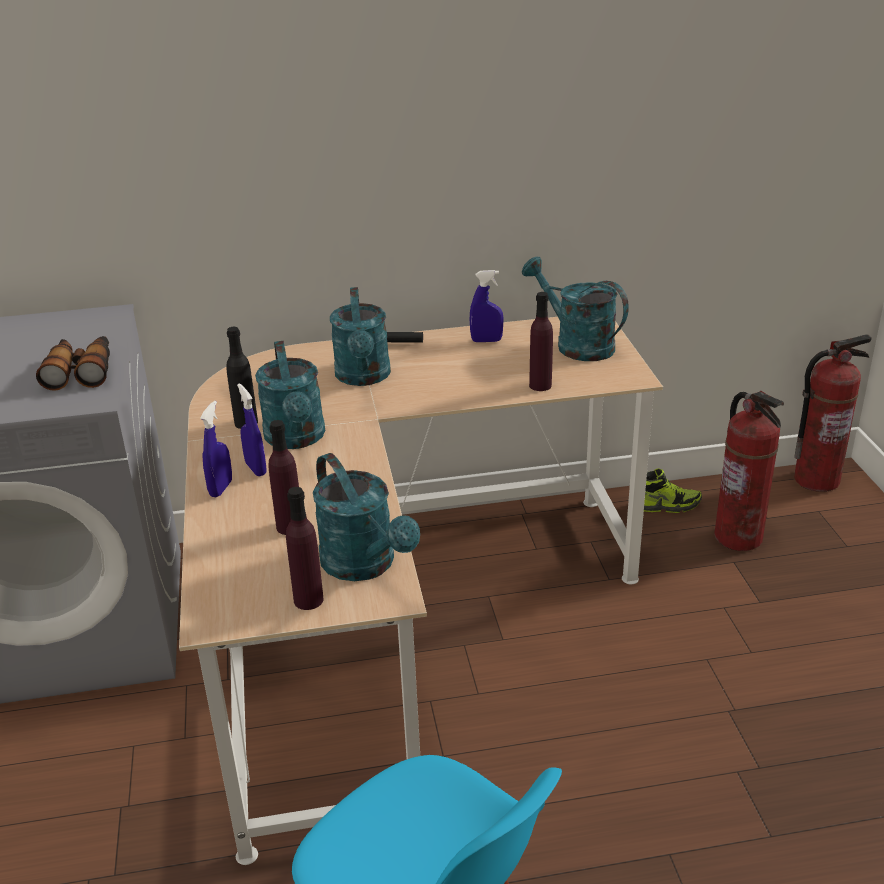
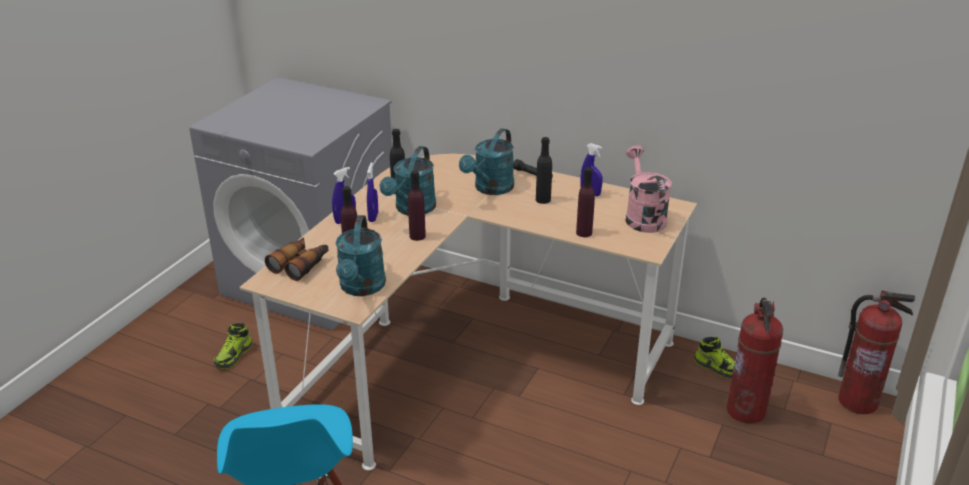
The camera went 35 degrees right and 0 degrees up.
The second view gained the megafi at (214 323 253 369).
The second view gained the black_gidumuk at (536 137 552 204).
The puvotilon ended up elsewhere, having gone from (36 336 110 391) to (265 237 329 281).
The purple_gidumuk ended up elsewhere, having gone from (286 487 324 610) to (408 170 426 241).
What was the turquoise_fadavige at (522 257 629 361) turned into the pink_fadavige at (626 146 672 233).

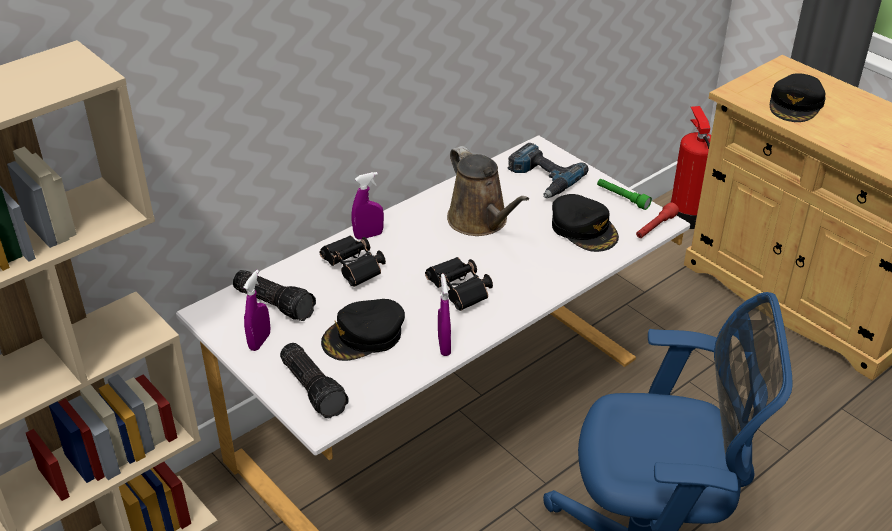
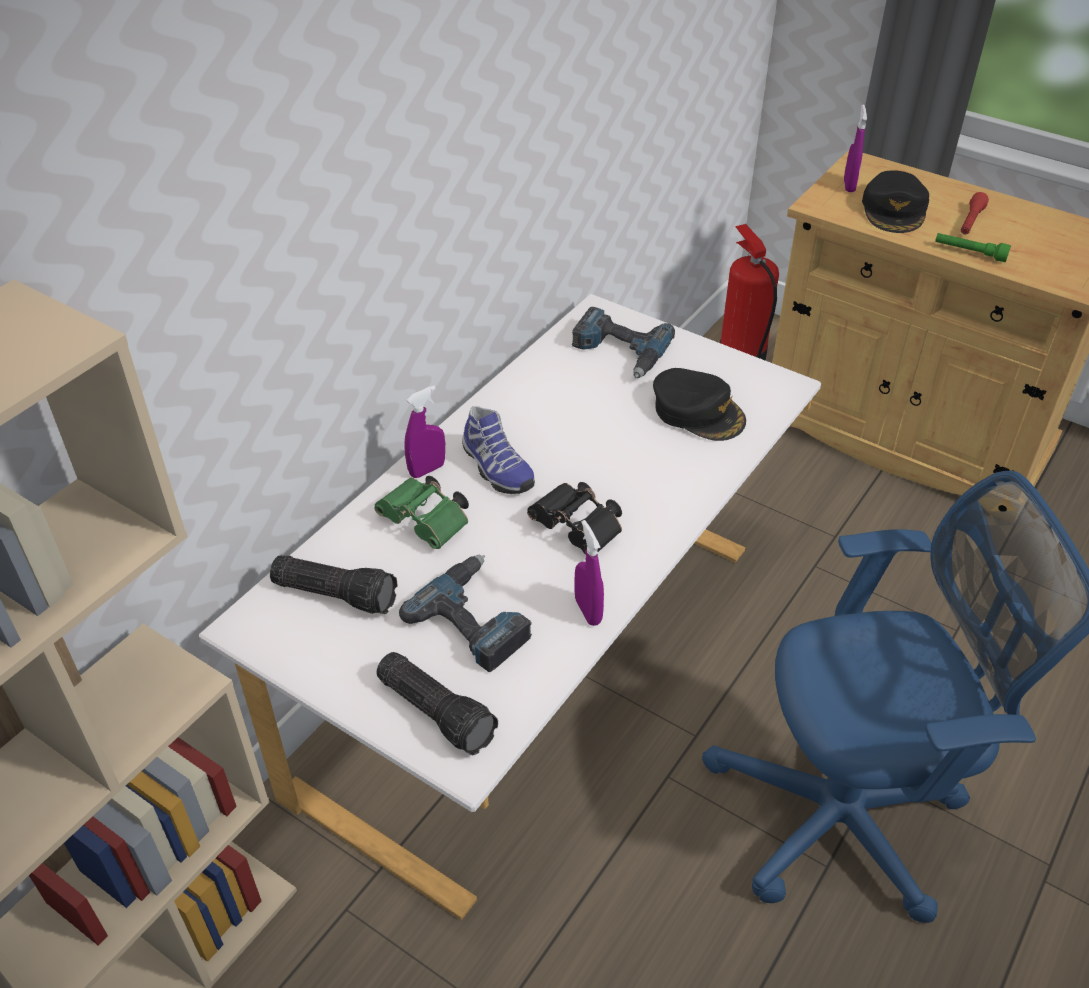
The camera went 15 degrees left and 5 degrees up.
The second view lost the brown_fadavige at (447 146 529 236).
The second view gained the megafi at (462 406 535 494).
The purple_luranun ended up elsewhere, having gone from (243 270 270 351) to (844 104 867 192).
The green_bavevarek ended up elsewhere, having gone from (597 179 652 210) to (935 233 1011 262).
The red_bavevarek ended up elsewhere, having gone from (636 202 679 238) to (961 192 989 235).
Where the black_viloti stood at (321 299 405 361), the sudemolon came to stand at (399 555 532 672).
What was the black_puvotilon at (319 236 386 287) turned into the green_puvotilon at (374 476 469 549).

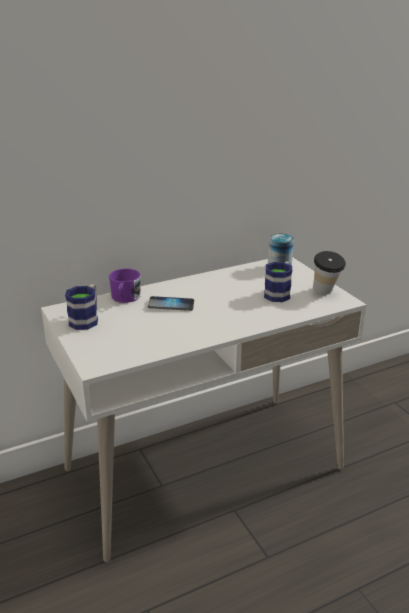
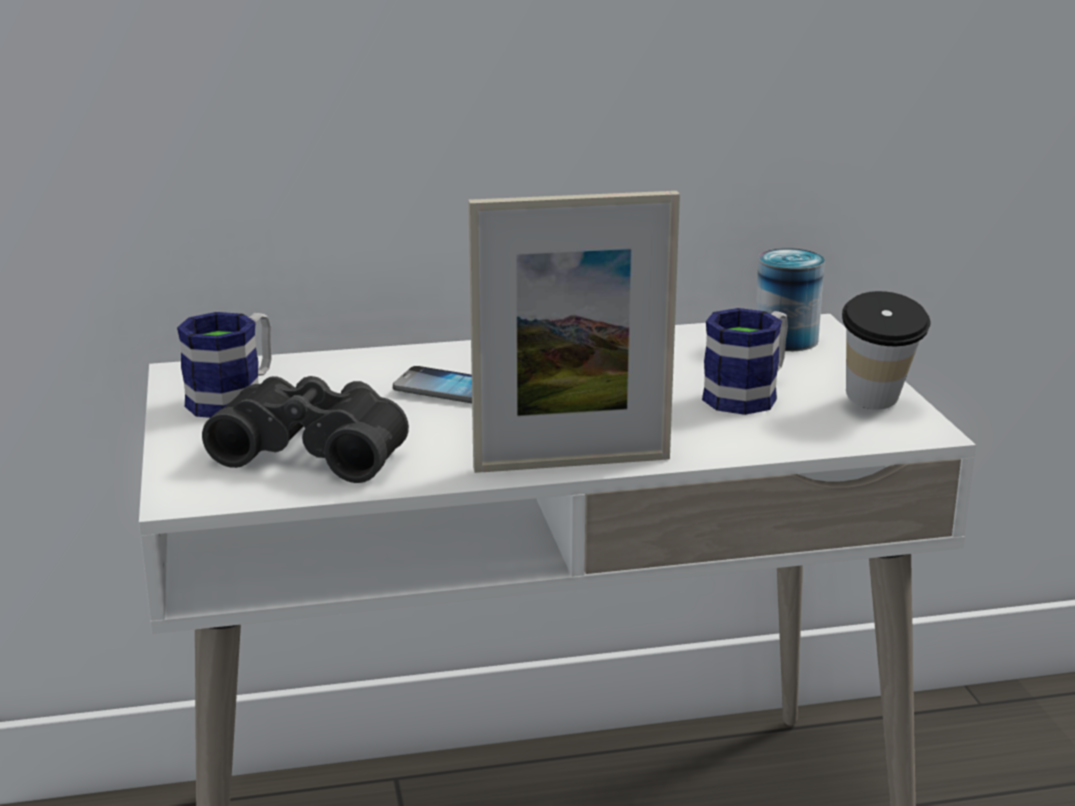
The camera went 15 degrees right and 5 degrees down.
The second view lost the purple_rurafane at (109 269 141 303).
The second view gained the black_puvotilon at (202 376 409 483).
The second view gained the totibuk at (468 191 680 473).

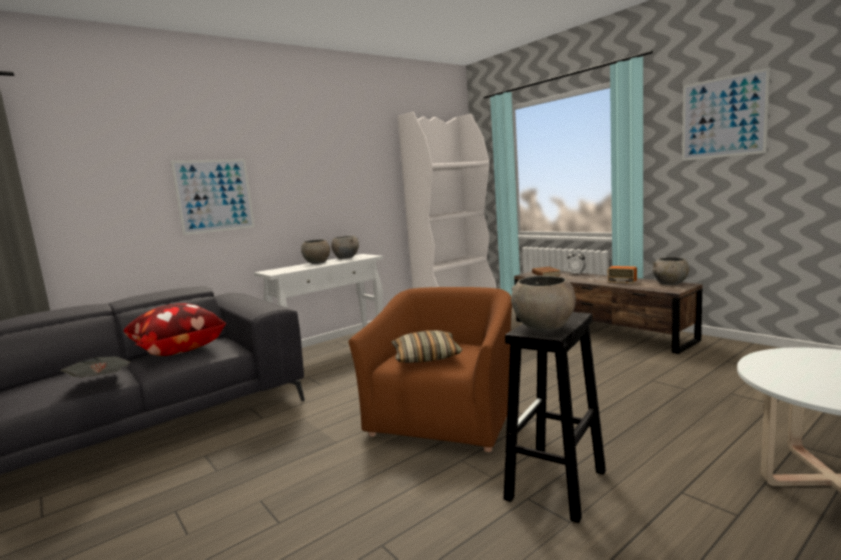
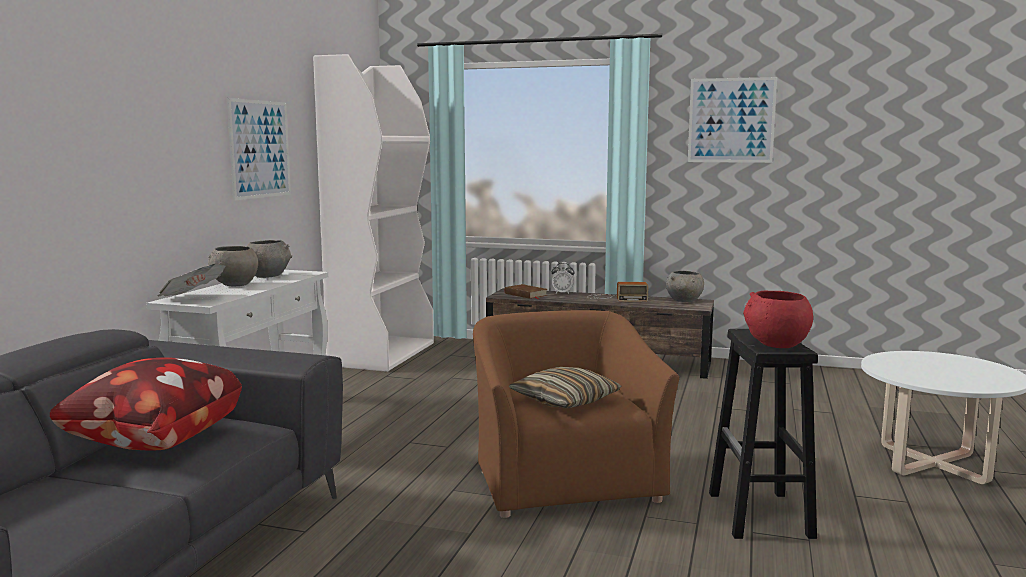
The camera went 35 degrees left and 0 degrees up.
The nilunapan ended up elsewhere, having gone from (60 356 131 378) to (157 263 226 296).
The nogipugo ended up elsewhere, having gone from (171 159 255 235) to (227 98 291 201).
What was the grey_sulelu at (511 276 576 332) turned into the red_sulelu at (743 291 813 348).

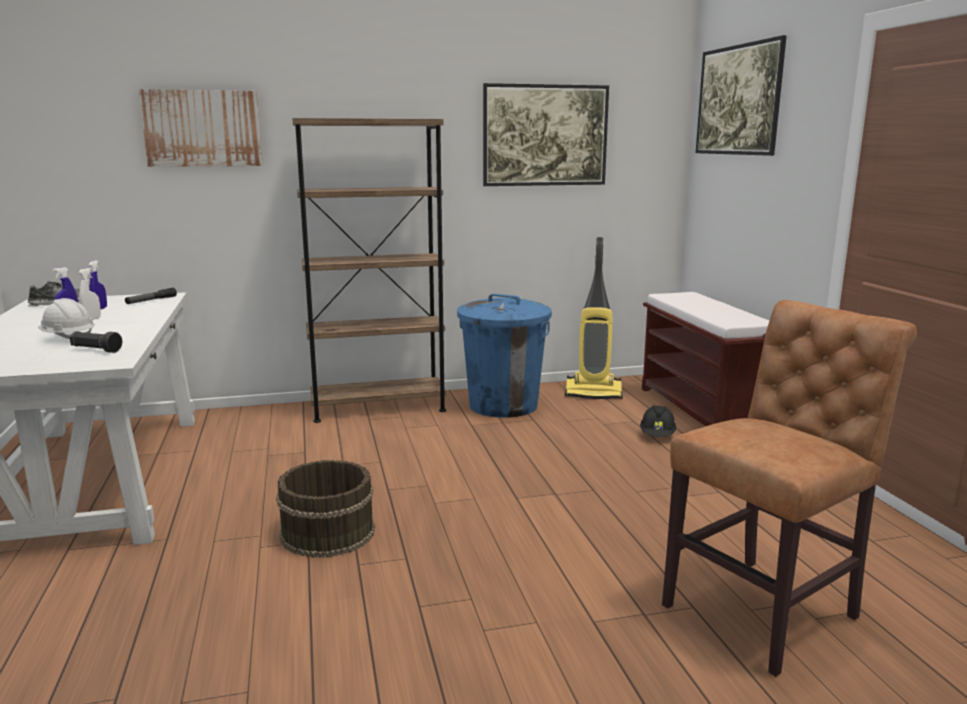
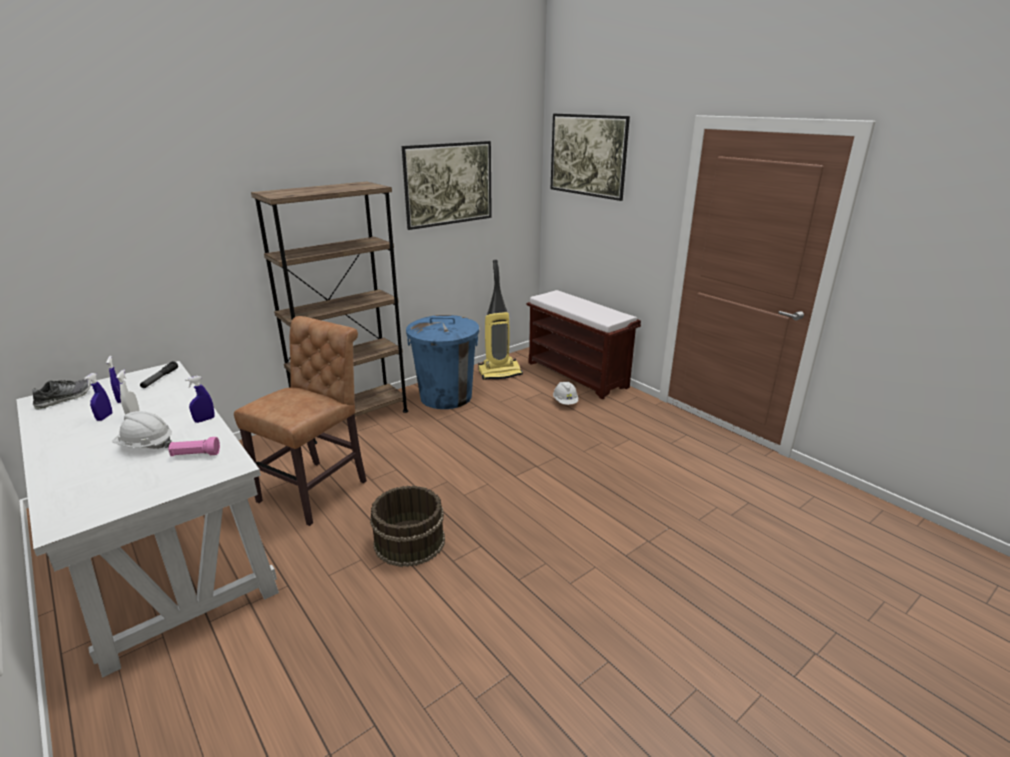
The camera went 25 degrees left and 10 degrees up.
The second view lost the nogipugo at (139 89 263 167).
The second view gained the blue_luranun at (185 376 215 423).
The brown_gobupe ended up elsewhere, having gone from (662 300 917 677) to (234 316 367 526).
What was the black_bavevarek at (69 331 122 353) turned into the pink_bavevarek at (168 437 220 456).
What was the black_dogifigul at (640 405 676 437) turned into the white_dogifigul at (553 381 578 405).

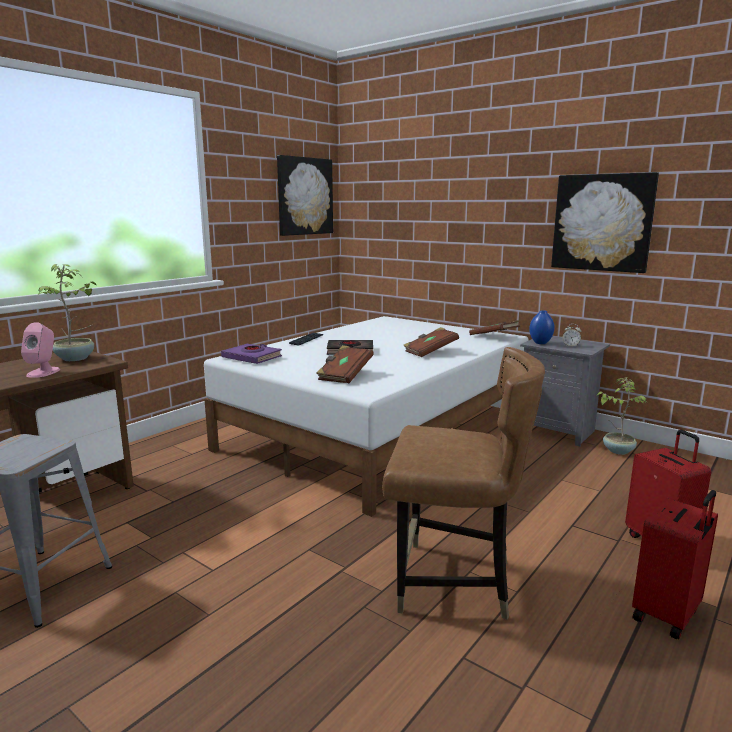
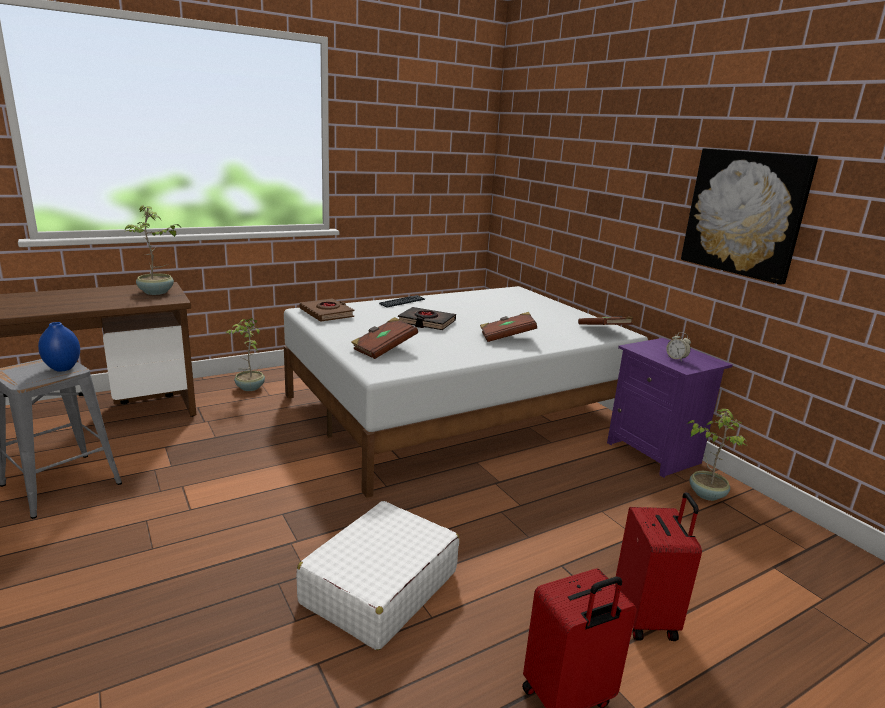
The camera went 20 degrees right and 5 degrees up.
The second view lost the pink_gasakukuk at (21 322 60 378).
The second view lost the nogipugo at (277 155 333 236).
The second view gained the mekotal at (226 318 265 391).
The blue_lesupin ended up elsewhere, having gone from (529 310 554 344) to (38 322 80 372).
Where the brown_gobupe stood at (382 347 545 620), the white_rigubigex came to stand at (296 501 459 650).
What was the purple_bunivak at (221 344 282 364) turned into the brown_bunivak at (300 298 354 322).
What was the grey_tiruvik at (520 336 610 446) turned into the purple_tiruvik at (607 338 733 478).

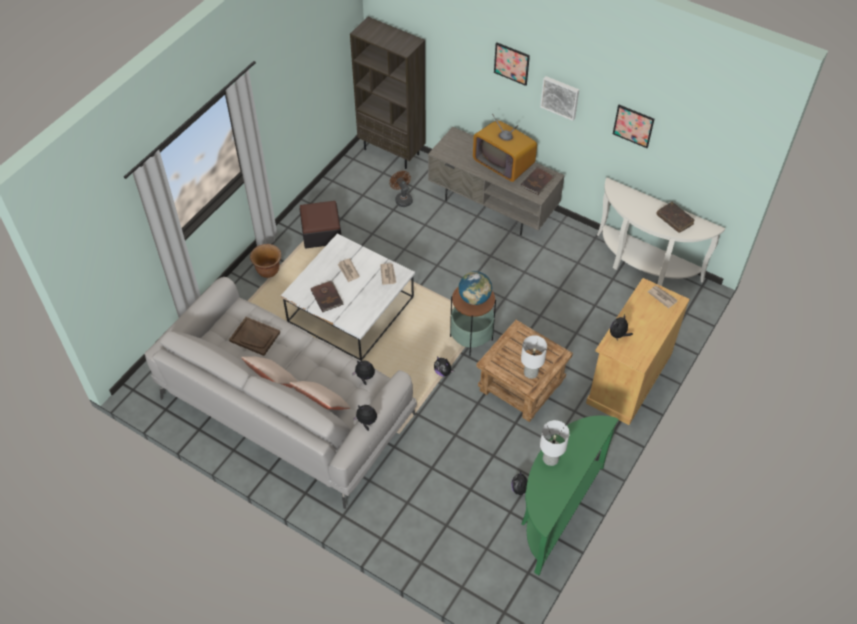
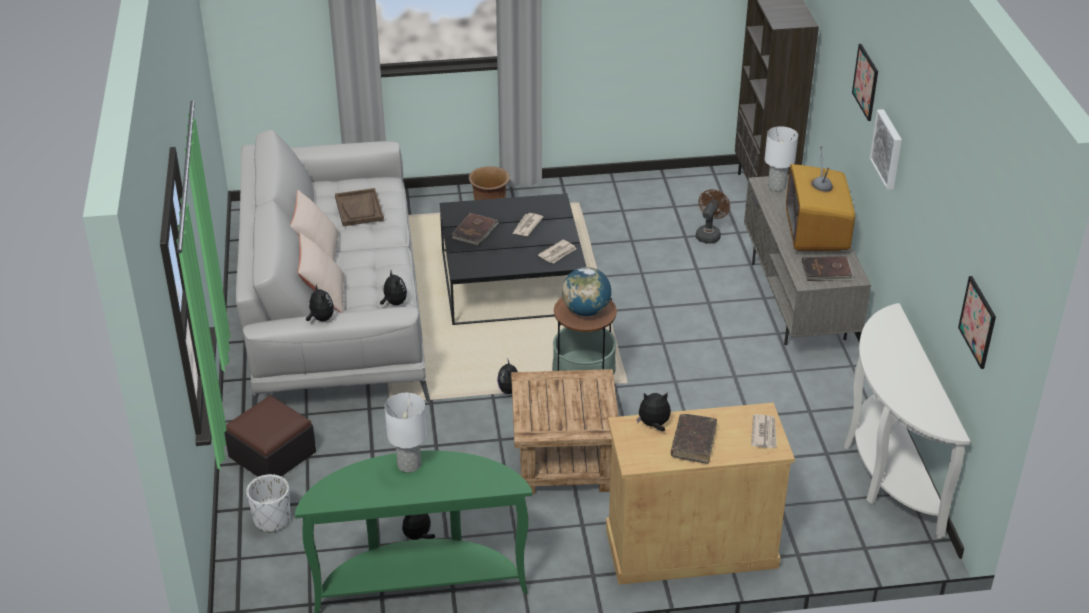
The camera went 50 degrees right and 15 degrees down.
The second view gained the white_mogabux at (246 474 291 533).
The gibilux ended up elsewhere, having gone from (299 201 341 248) to (224 396 316 477).
The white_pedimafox ended up elsewhere, having gone from (521 335 547 379) to (765 126 798 191).
The nogipugo ended up elsewhere, having gone from (613 105 654 148) to (958 276 996 369).
The brown_bunivak ended up elsewhere, having gone from (656 202 695 233) to (671 414 717 464).
What was the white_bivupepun at (281 234 415 361) turned into the black_bivupepun at (440 193 586 325).

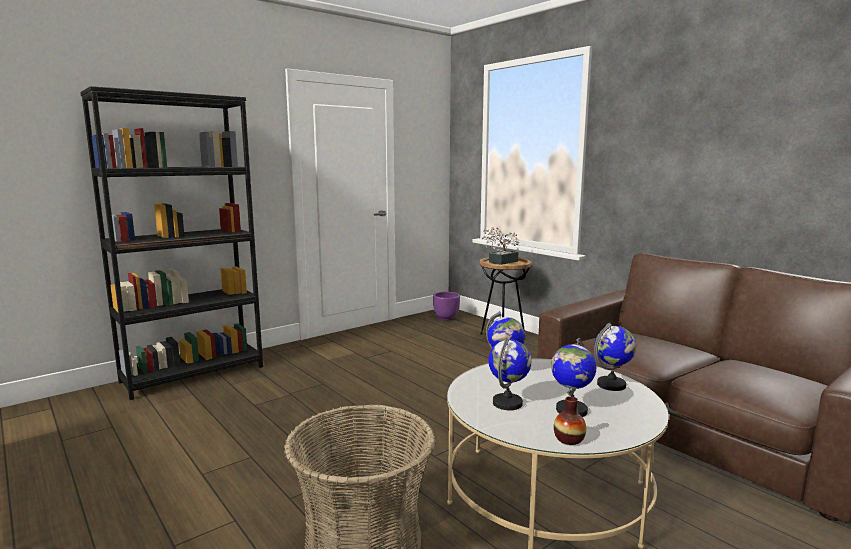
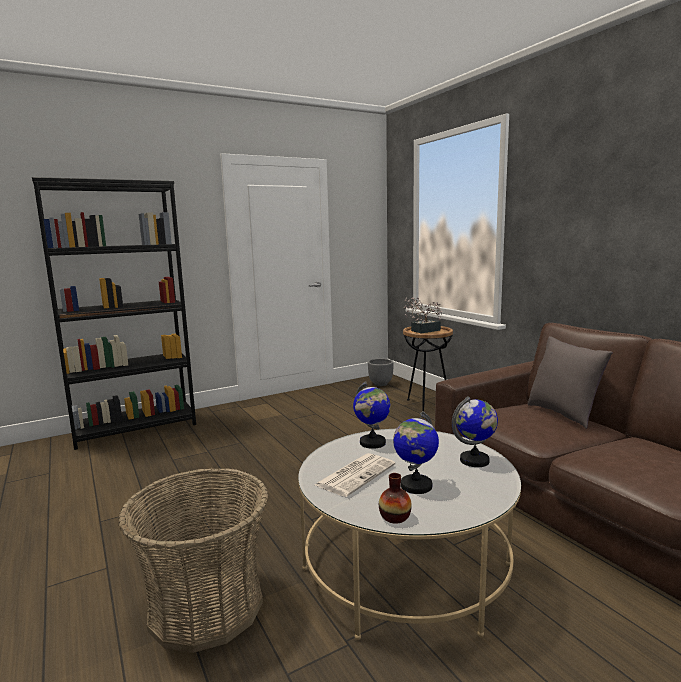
The camera went 10 degrees right and 0 degrees up.
The second view gained the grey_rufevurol at (527 336 613 429).
Where the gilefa stood at (488 338 531 410), the nilunapan came to stand at (315 453 396 497).
What was the purple_mogabux at (433 292 460 321) turned into the grey_mogabux at (368 359 393 386).

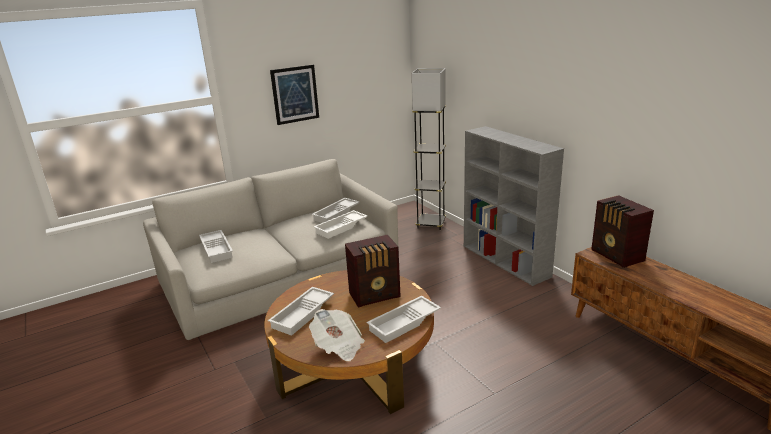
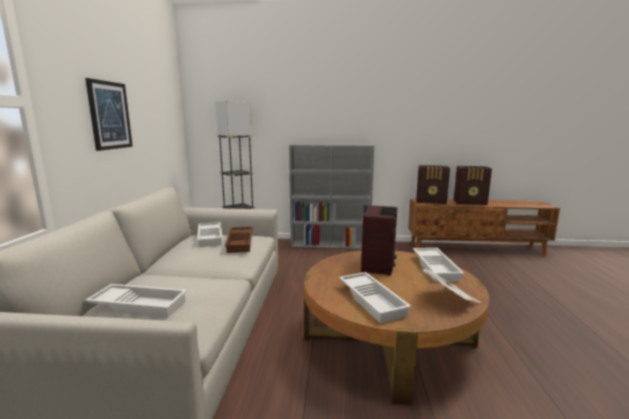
The camera went 55 degrees left and 10 degrees down.
The second view gained the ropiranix at (454 166 492 205).
What was the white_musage at (314 210 367 239) turned into the brown_musage at (225 227 253 253).

